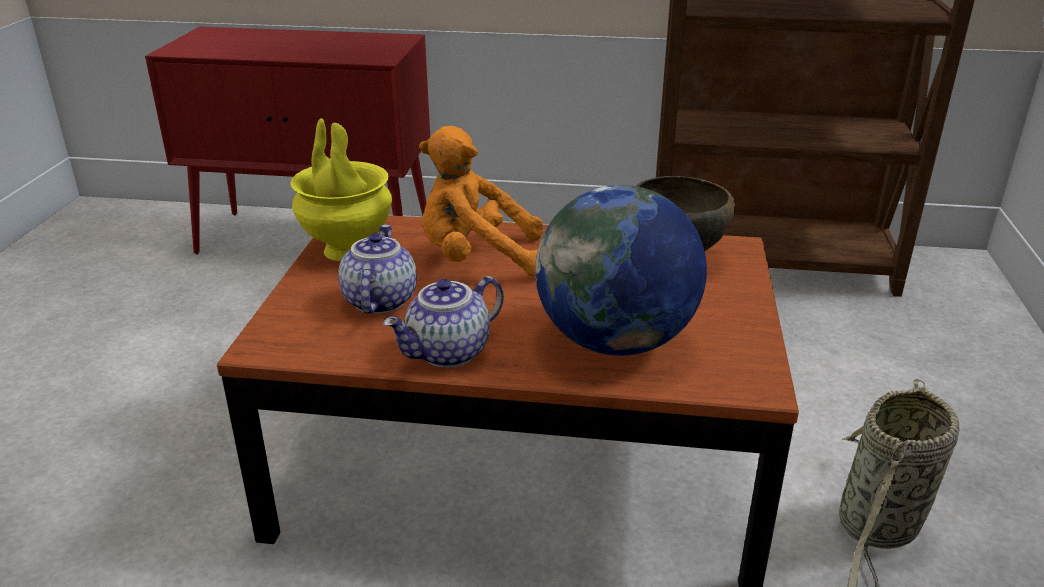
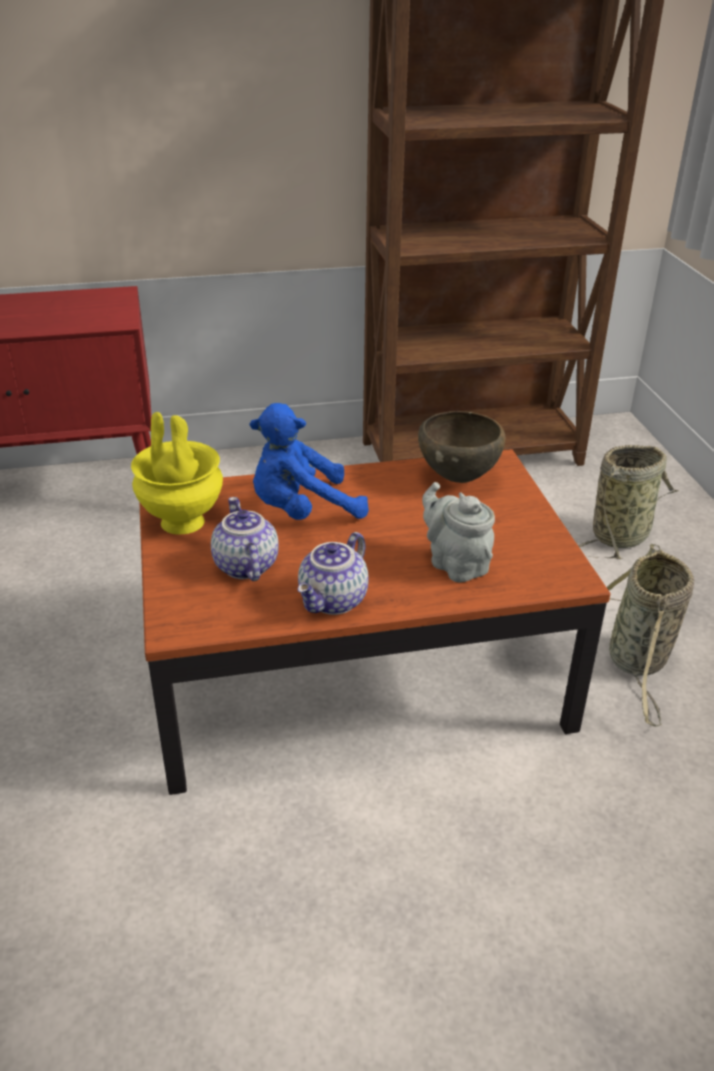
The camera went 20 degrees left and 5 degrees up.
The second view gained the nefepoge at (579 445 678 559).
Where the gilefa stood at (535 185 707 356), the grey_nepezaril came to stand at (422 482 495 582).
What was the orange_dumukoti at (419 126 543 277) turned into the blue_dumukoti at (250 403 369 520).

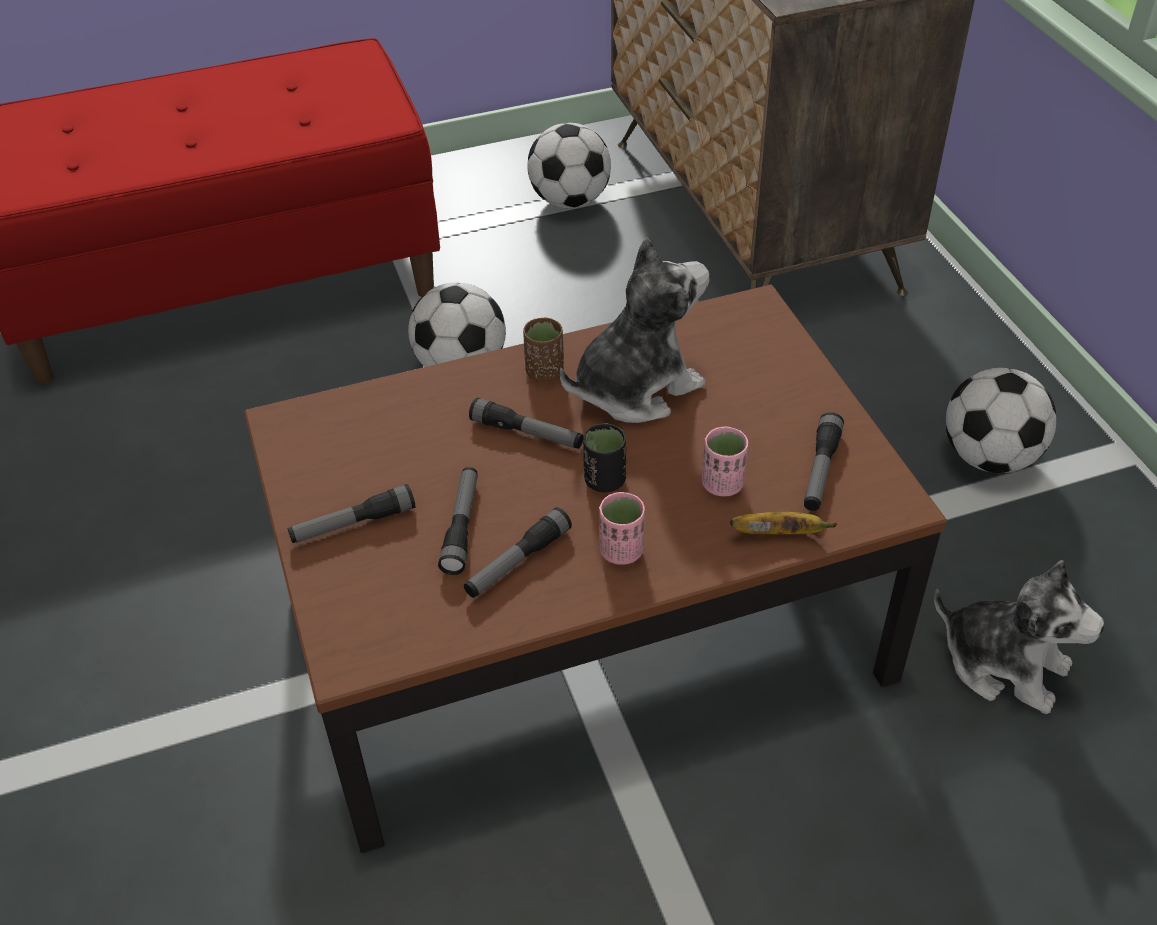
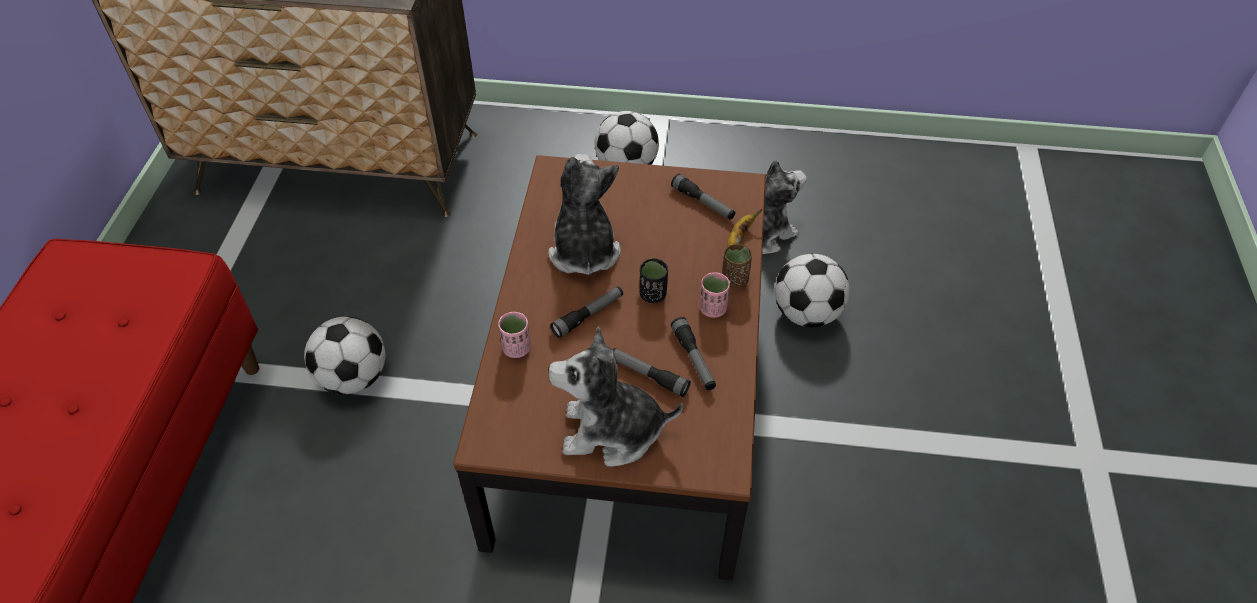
The camera went 65 degrees left and 5 degrees up.
The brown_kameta ended up elsewhere, having gone from (523 317 564 382) to (722 244 752 288).
The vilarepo ended up elsewhere, having gone from (527 123 611 209) to (775 254 850 327).
The pink_kameta ended up elsewhere, having gone from (702 427 748 497) to (498 312 531 358).
Where the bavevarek stood at (288 484 416 543), the dumukoti came to stand at (548 327 683 467).

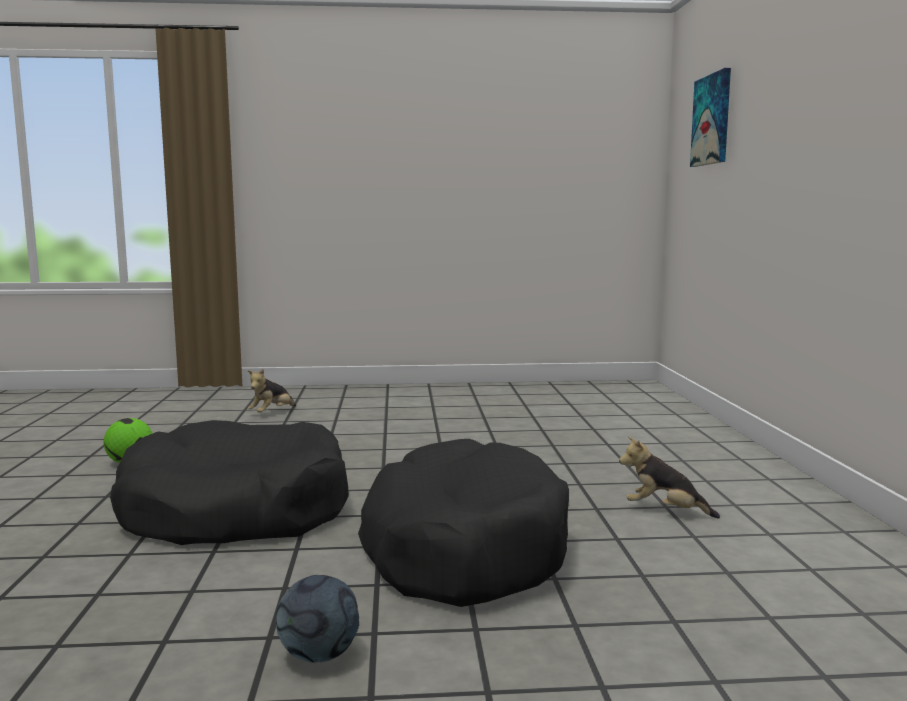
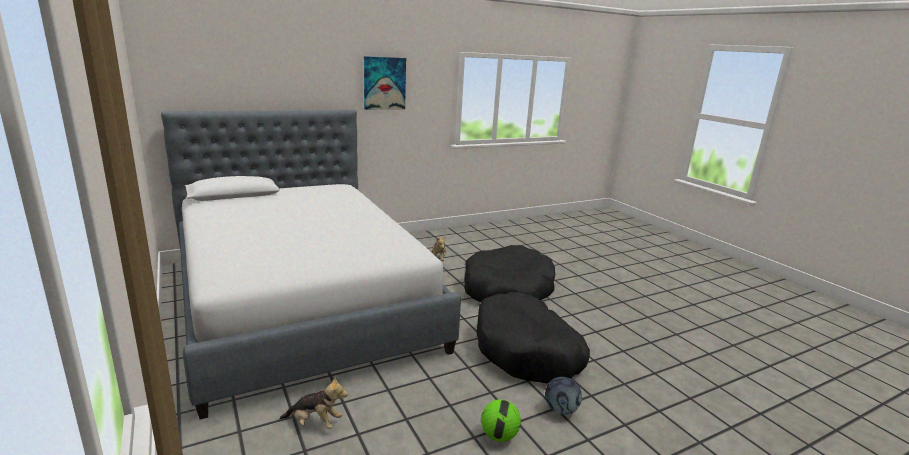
The camera went 115 degrees left and 10 degrees up.
The second view gained the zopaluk at (161 110 461 419).
The vilarepo ended up elsewhere, having gone from (276 575 359 662) to (545 377 582 415).
The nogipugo ended up elsewhere, having gone from (690 68 731 167) to (364 56 406 110).

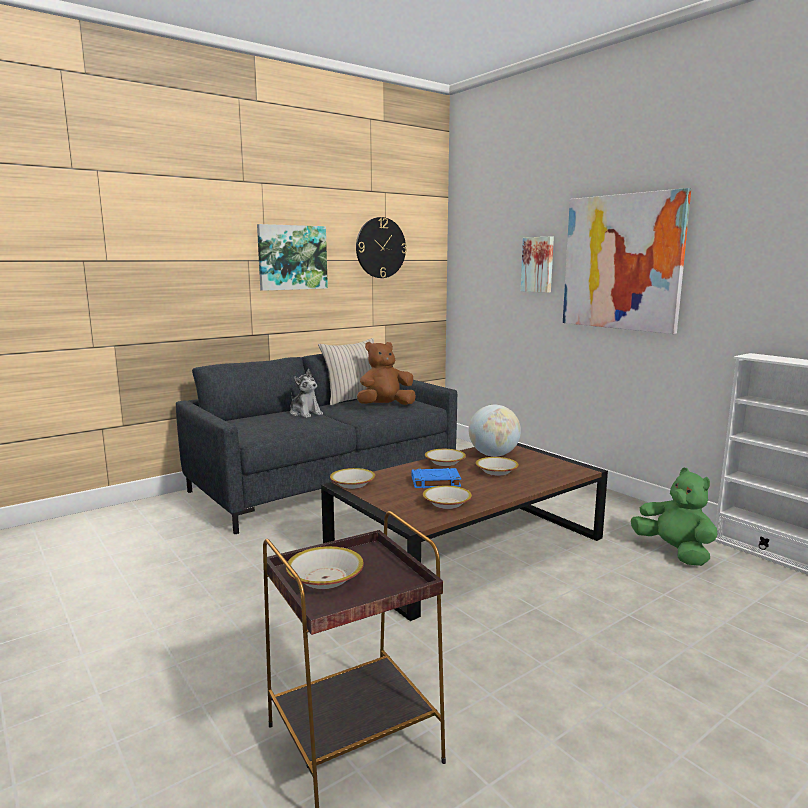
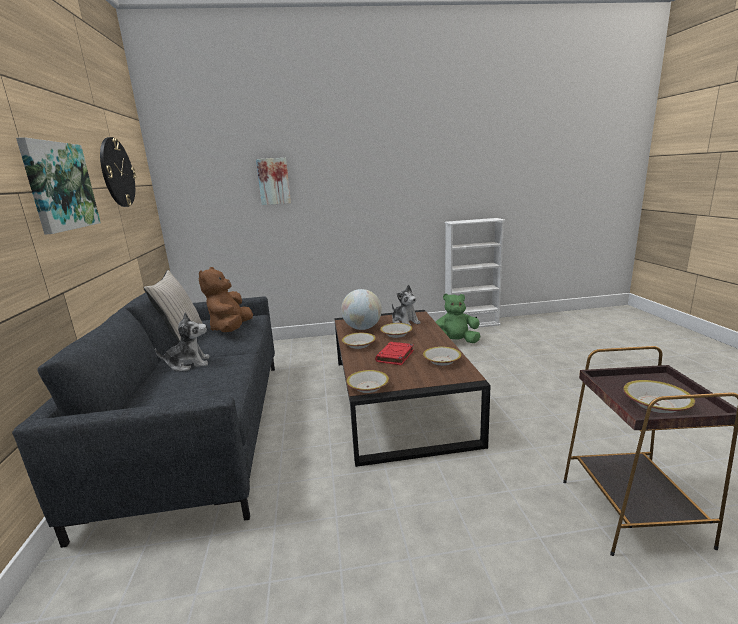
The camera went 60 degrees left and 5 degrees up.
The second view lost the nogipugo at (563 188 691 334).
The second view gained the dumukoti at (392 285 421 325).
What was the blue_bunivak at (412 468 461 488) turned into the red_bunivak at (375 342 414 365).

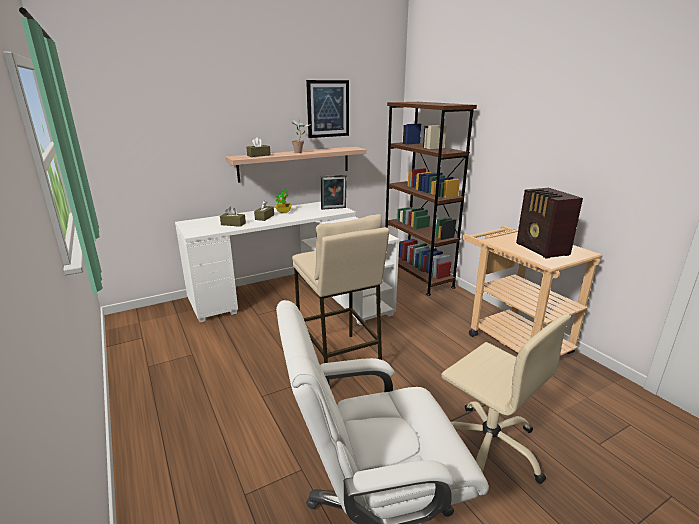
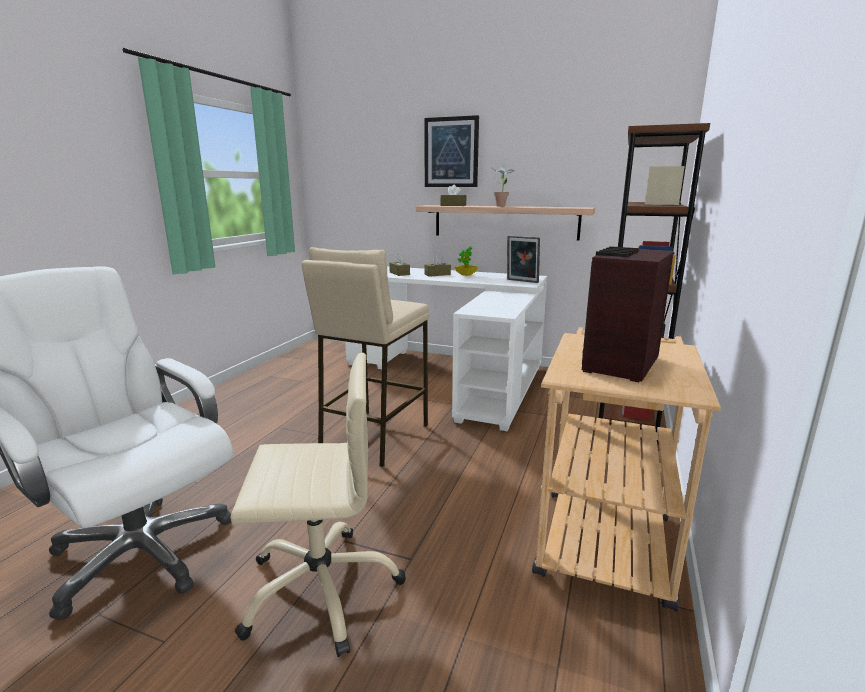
The camera went 50 degrees right and 5 degrees down.
The nogipugo ended up elsewhere, having gone from (306 80 349 138) to (424 115 479 187).
The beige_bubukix at (442 314 571 484) ended up facing another way, 105 degrees counterclockwise from before.

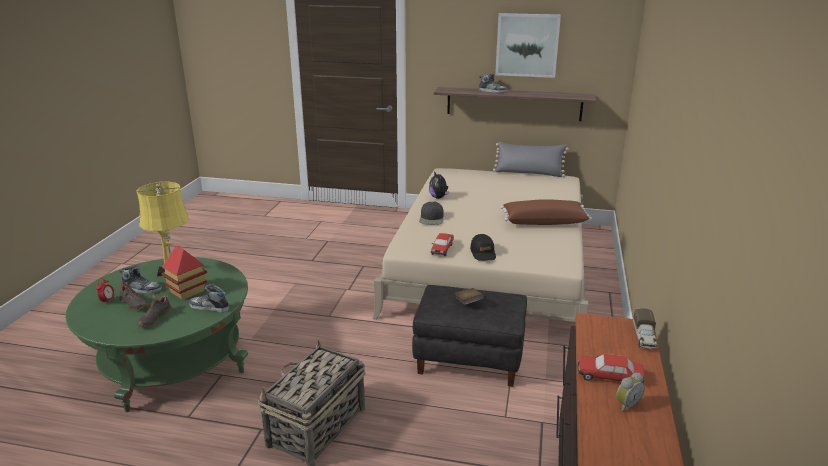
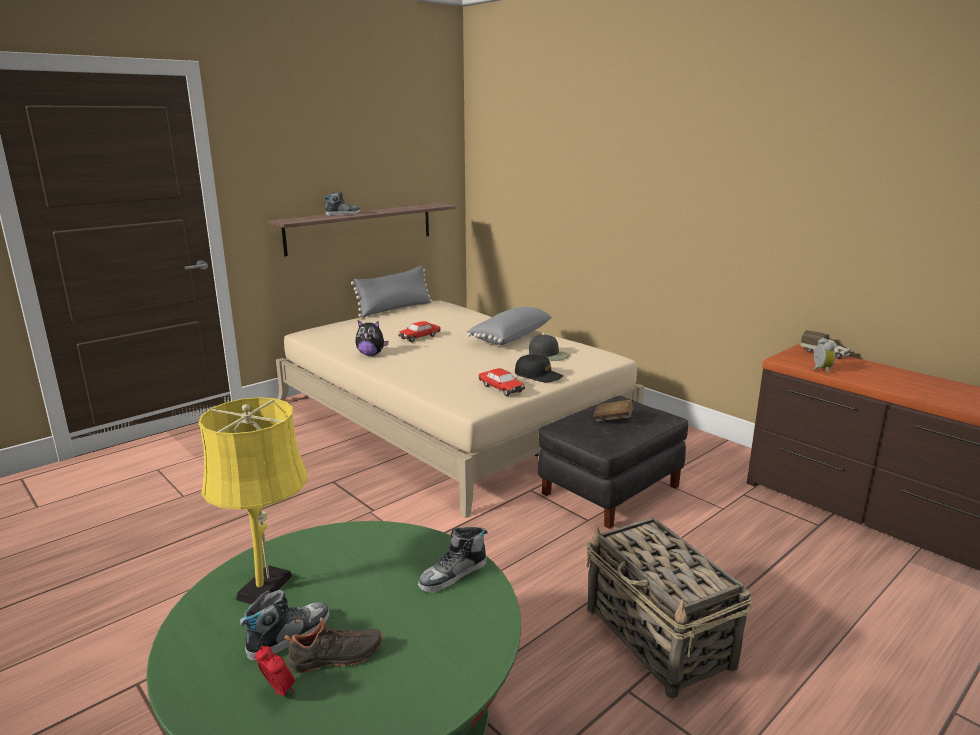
The camera went 55 degrees left and 5 degrees down.
The second view lost the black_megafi at (137 293 171 327).
The second view lost the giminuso at (161 246 207 300).
The second view lost the nogipugo at (495 13 561 78).
The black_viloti ended up elsewhere, having gone from (419 202 444 225) to (529 334 570 361).
The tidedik ended up elsewhere, having gone from (577 354 645 383) to (398 321 441 342).
The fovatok ended up elsewhere, having gone from (616 373 645 412) to (813 338 835 374).
What was the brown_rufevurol at (501 199 592 225) turned into the grey_rufevurol at (467 307 552 345).

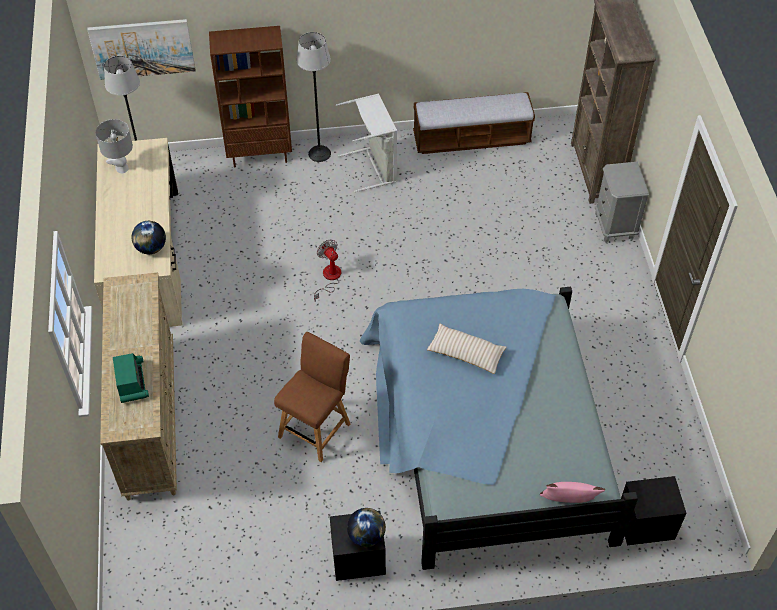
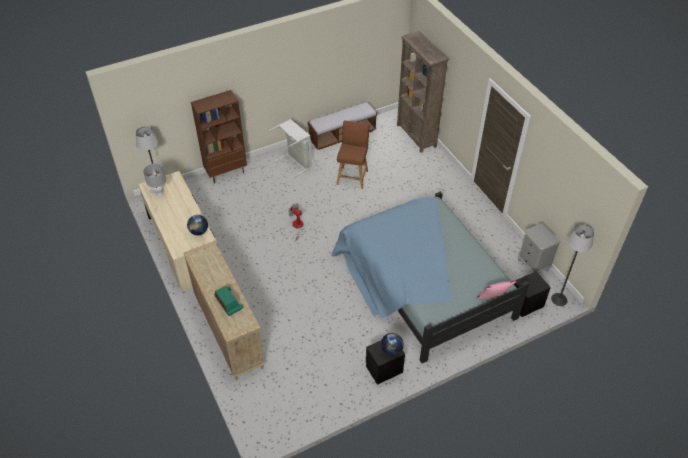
The camera went 20 degrees left and 5 degrees down.
The second view lost the nogipugo at (87 19 195 80).
The second view lost the beige_rufevurol at (427 324 507 374).
The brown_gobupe ended up elsewhere, having gone from (274 332 350 462) to (336 120 369 189).
The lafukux ended up elsewhere, having gone from (296 32 331 162) to (551 225 594 306).
The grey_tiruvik ended up elsewhere, having gone from (595 162 649 243) to (518 223 560 273).

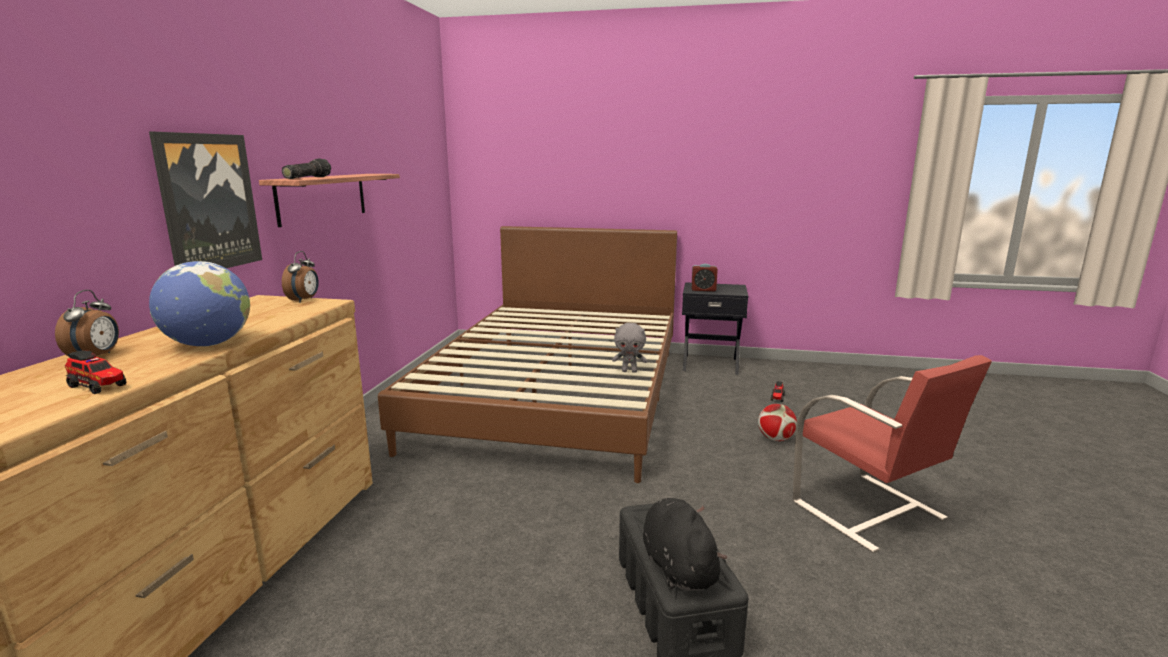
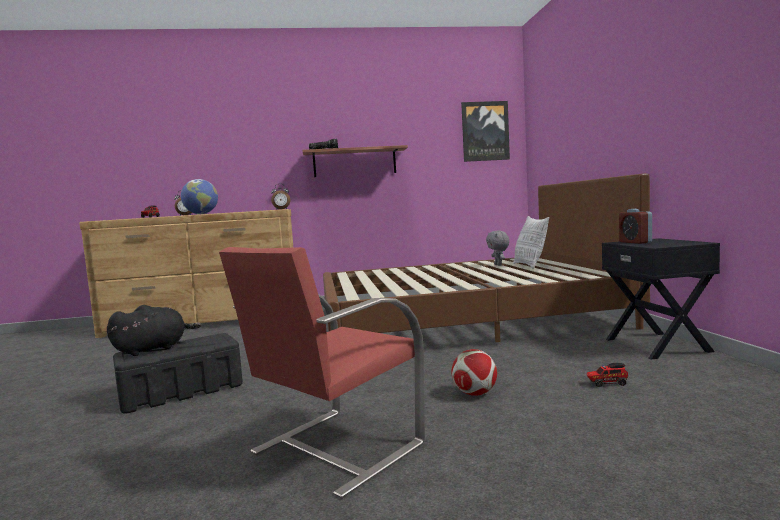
The camera went 70 degrees right and 10 degrees down.
The second view gained the rufevurol at (513 216 549 269).
The nogipugo ended up elsewhere, having gone from (149 132 262 268) to (461 101 510 162).
The grey_dumukoti ended up elsewhere, having gone from (612 323 647 373) to (486 231 509 266).

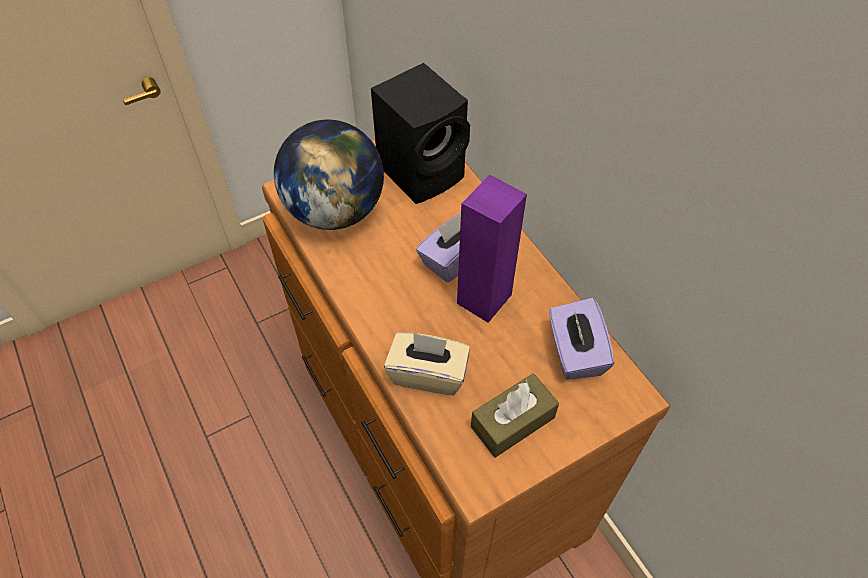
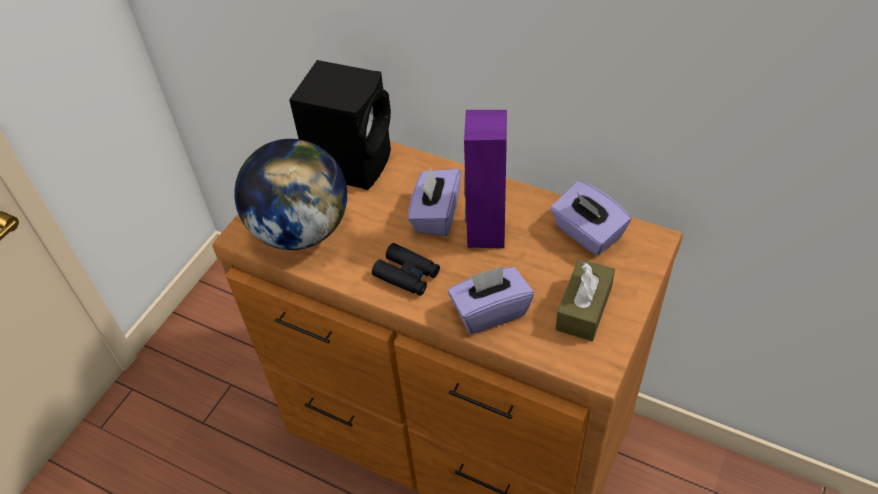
The camera went 30 degrees left and 5 degrees down.
The second view gained the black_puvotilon at (372 243 440 296).
What was the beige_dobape at (384 332 470 395) turned into the purple_dobape at (448 266 534 334).

